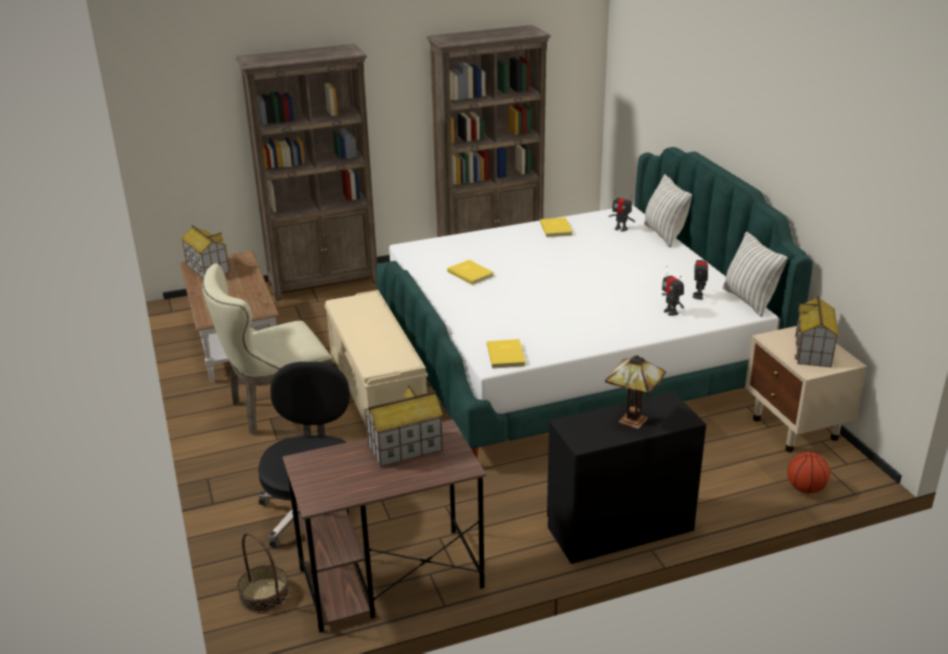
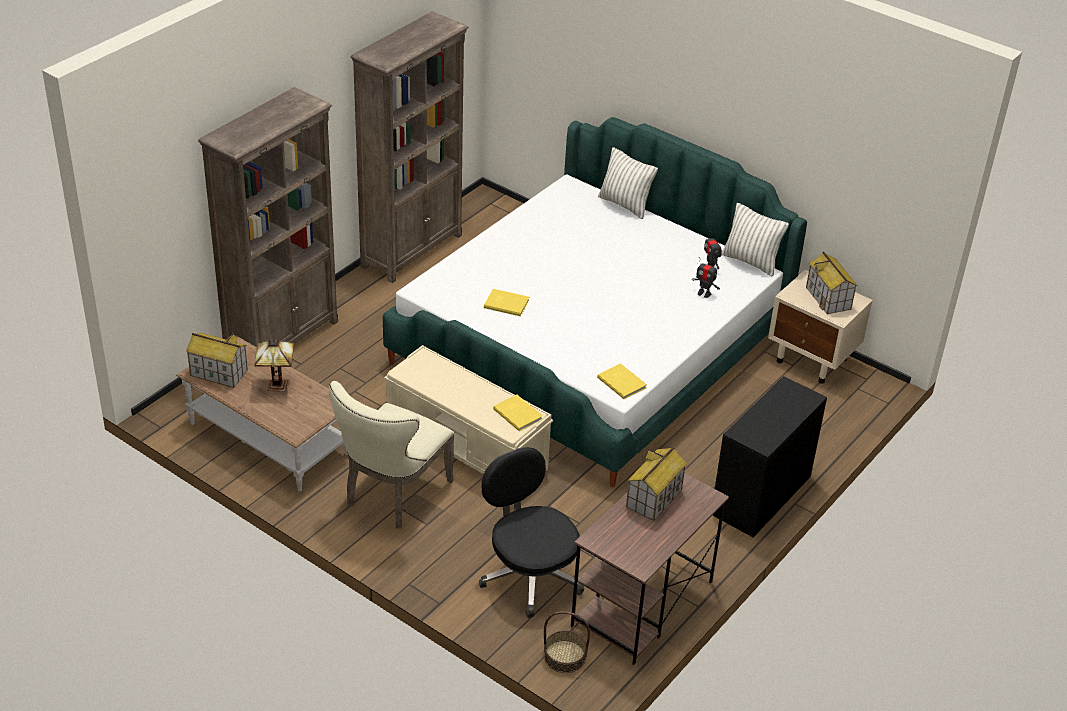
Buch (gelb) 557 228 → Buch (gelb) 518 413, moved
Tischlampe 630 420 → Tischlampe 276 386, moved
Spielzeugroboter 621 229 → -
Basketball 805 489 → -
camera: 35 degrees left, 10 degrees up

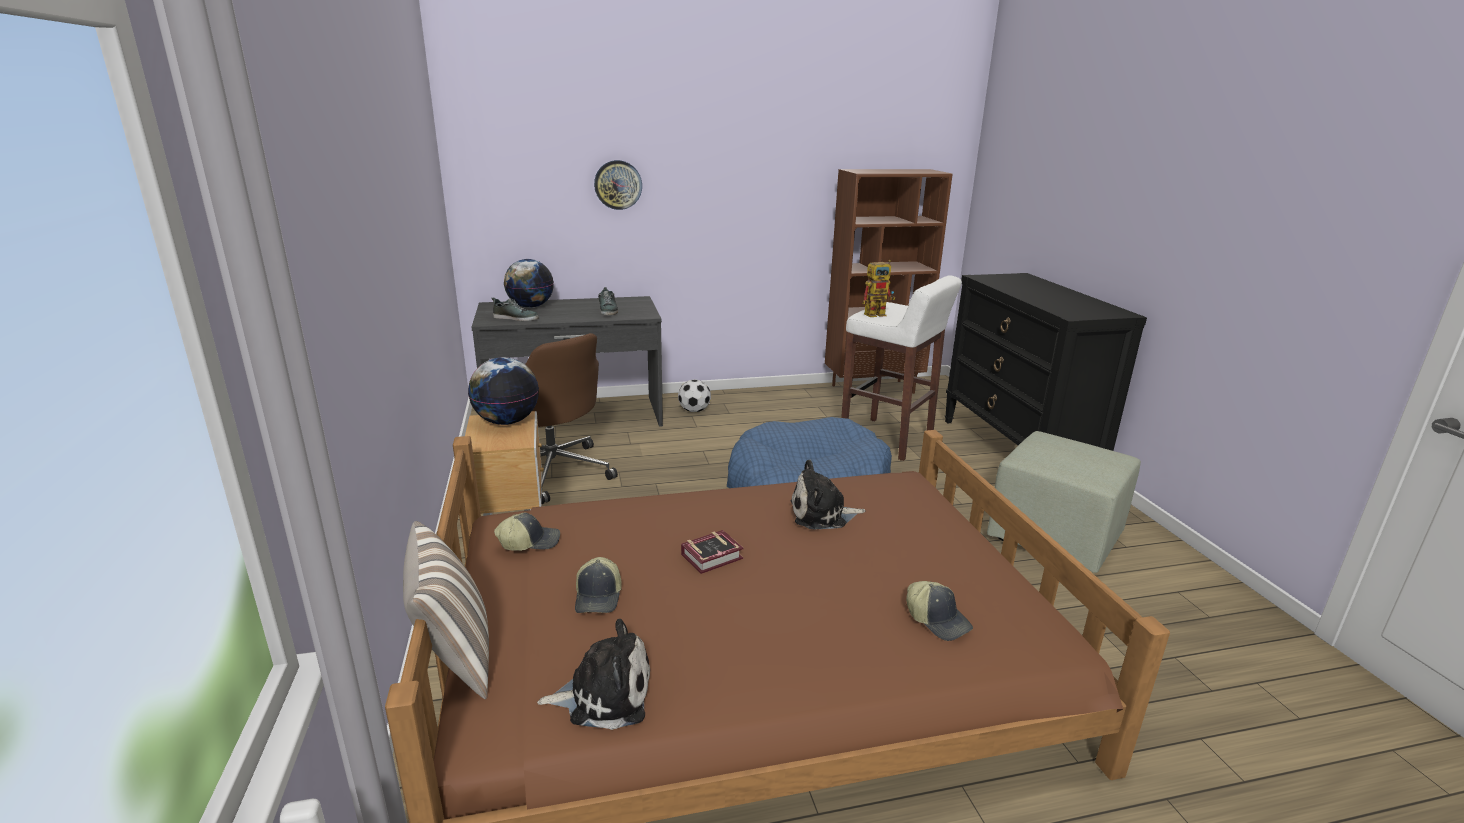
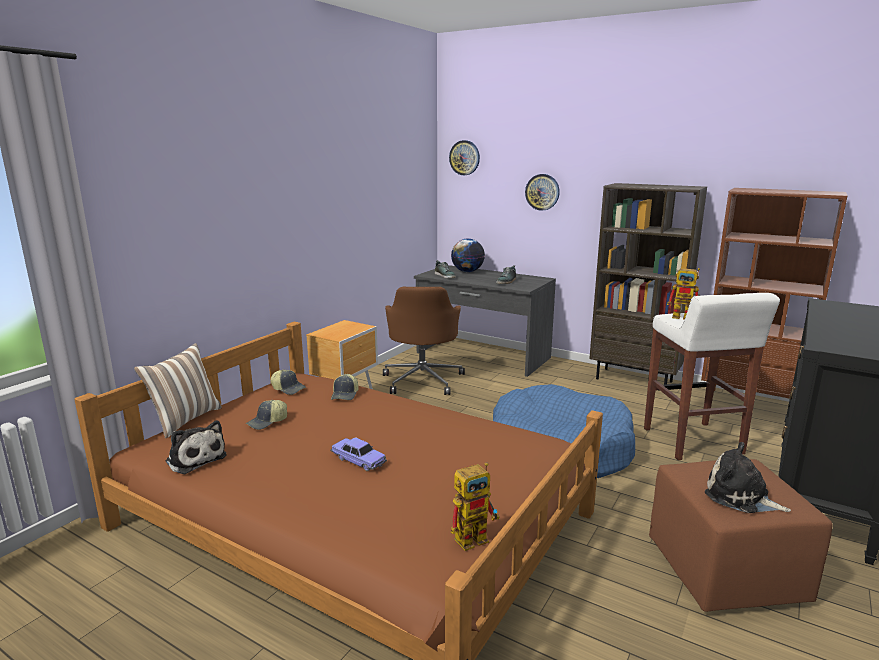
Globus 507 421 → -
Fußball 694 410 → -
Buch 714 556 → -
Plüschtier 822 514 → Plüschtier 740 497, moved
Kappe 937 620 → Kappe 345 395, moved
Polsterhocker (grün) 1056 537 → Polsterhocker (braun) 726 573
- → Spielzeugauto 358 460
- → Wanduhr 464 157
- → Spielzeugroboter 476 536
- → Bücherregal (braun) 634 380
camera: 45 degrees right, 5 degrees down

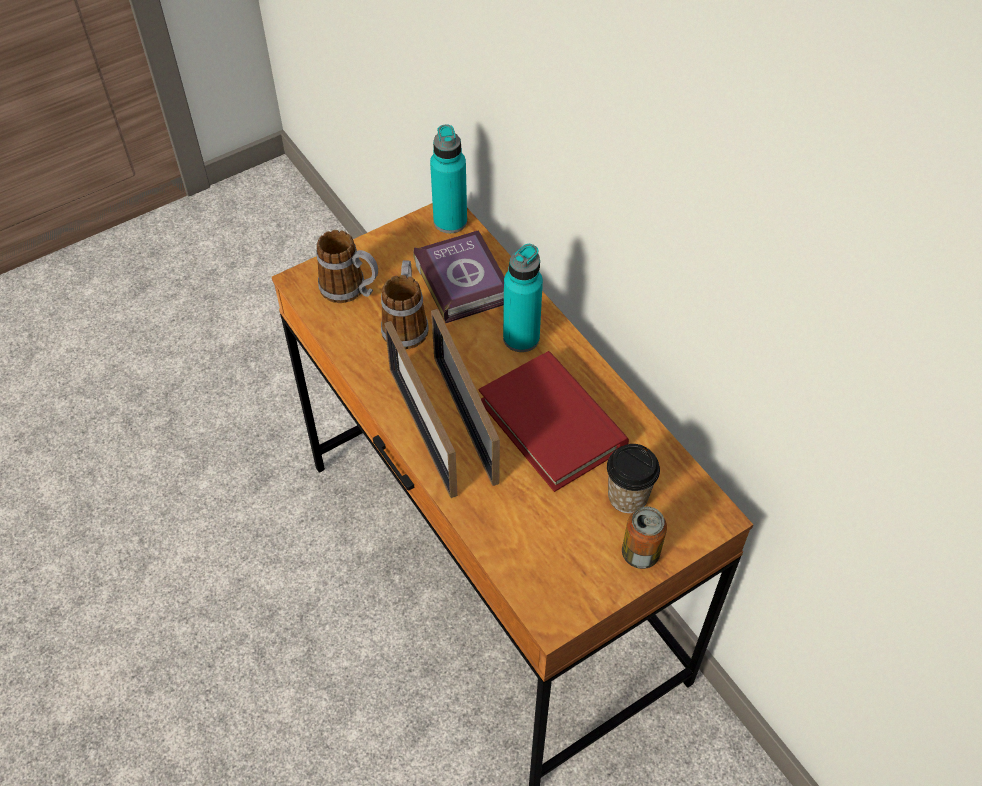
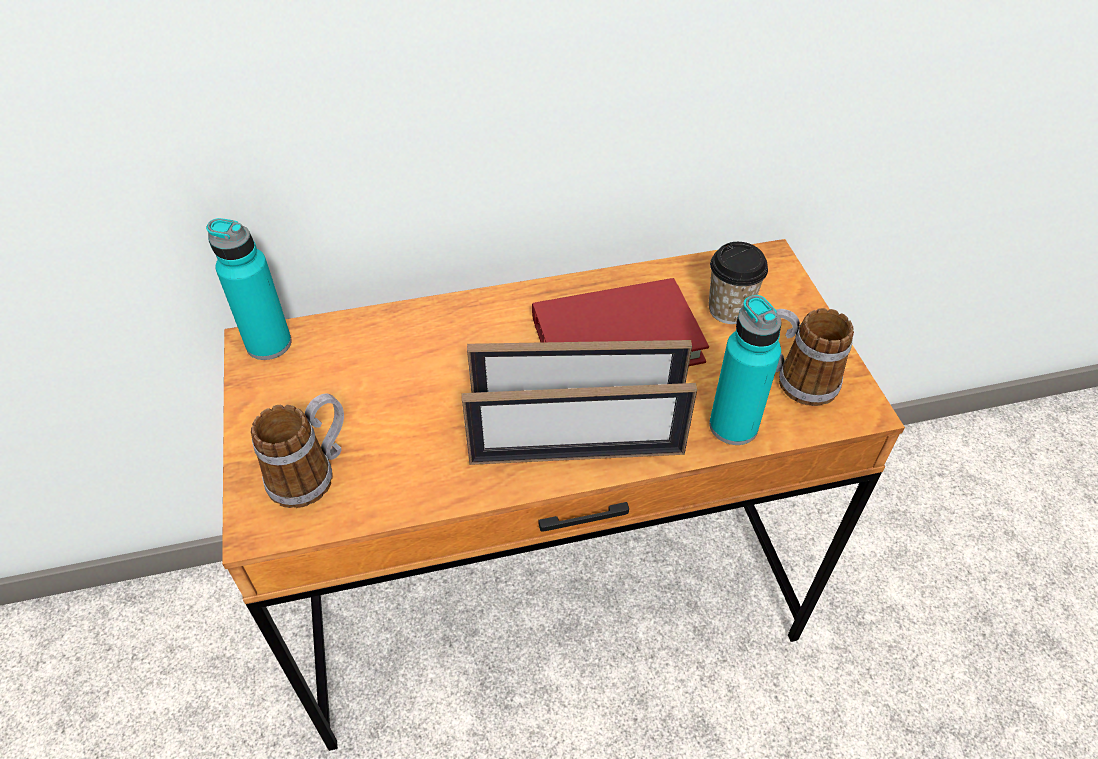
Henkelbecher 406 324 → Henkelbecher 795 380, moved
Buch 463 280 → -
Flasche (türkis) 521 338 → Flasche (türkis) 733 426, moved
Dose 640 553 → -
camera: 70 degrees left, 5 degrees down

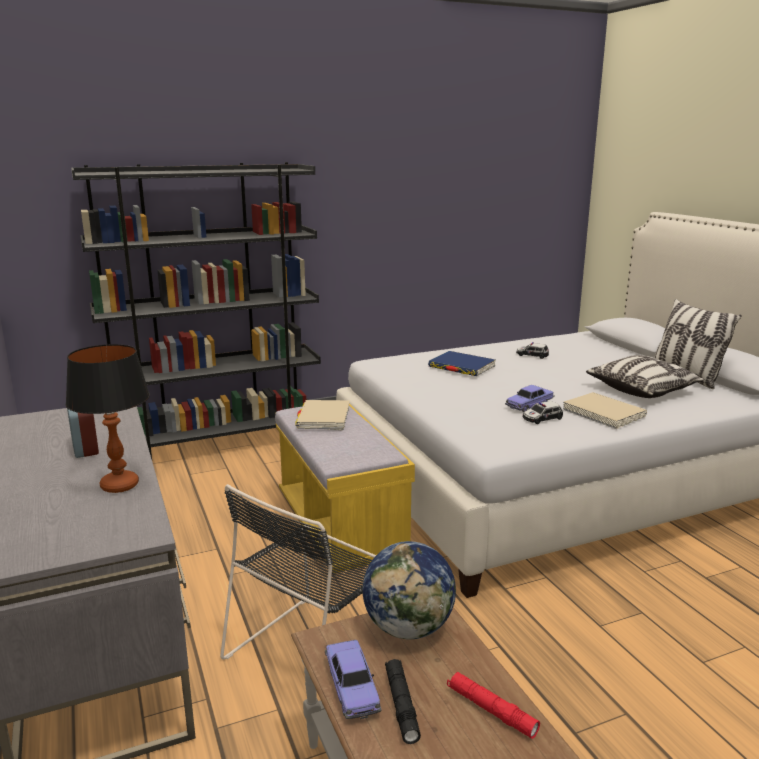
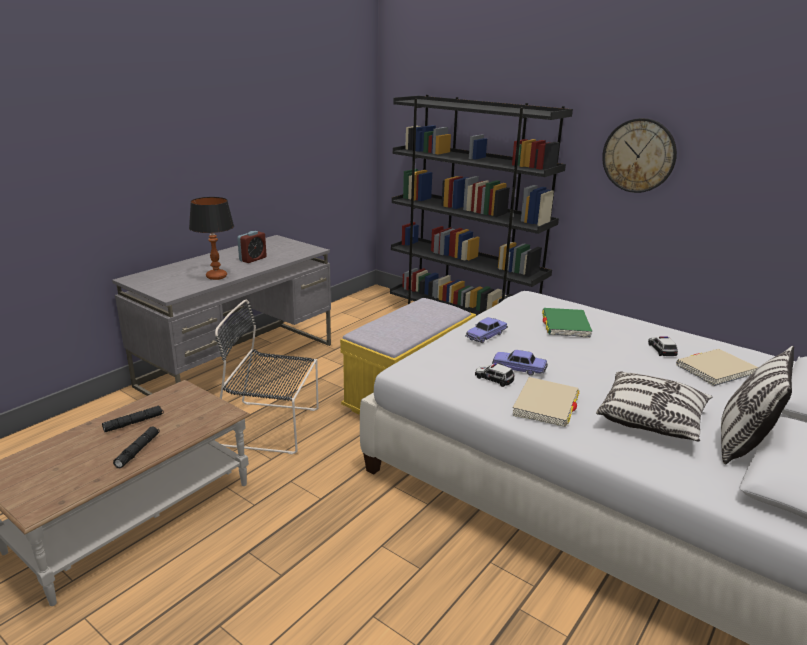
Buch (beige) 323 418 → Buch (beige) 715 370, moved
Spielzeugauto 352 687 → Spielzeugauto 486 335, moved
Globus 409 628 → -
Buch (blau) 461 367 → Buch (grün) 565 325
Taschenlampe (rot) 491 710 → Taschenlampe (schwarz) 138 450
- → Wanduhr 639 155
camera: 60 degrees right, 5 degrees up

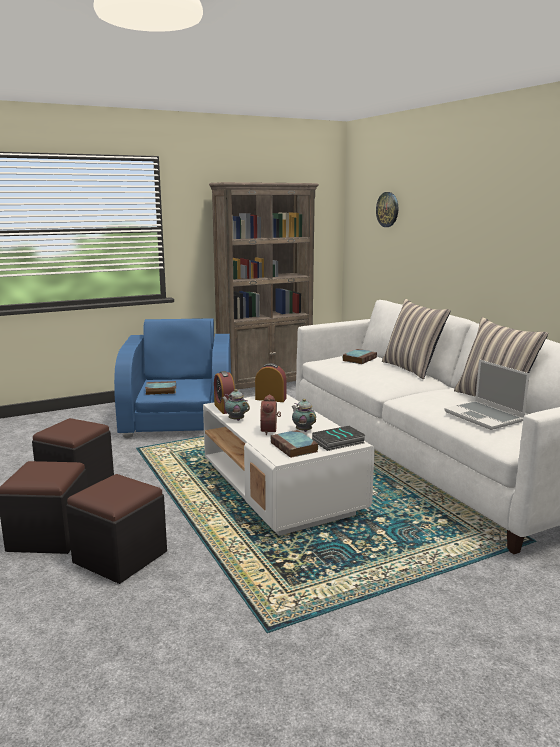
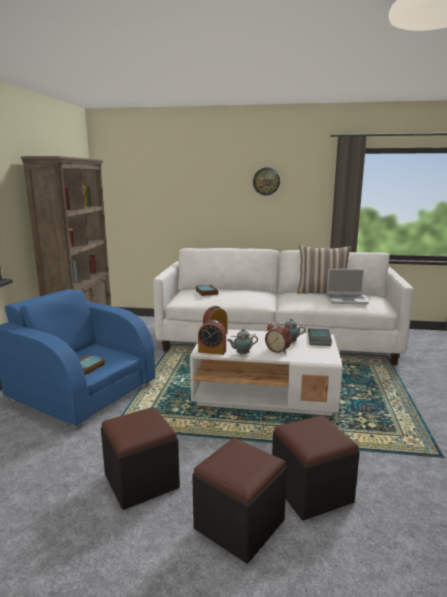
Buch 295 447 → -
Wanduhr 387 209 → Wanduhr 266 181, moved
Kissen 412 369 → -
camera: 55 degrees left, 0 degrees up

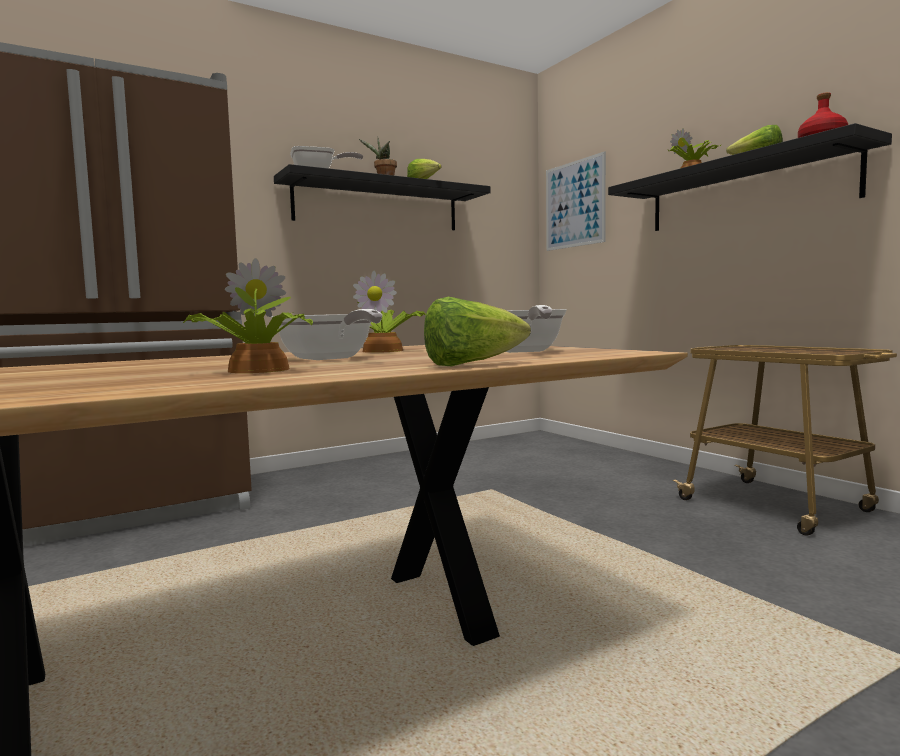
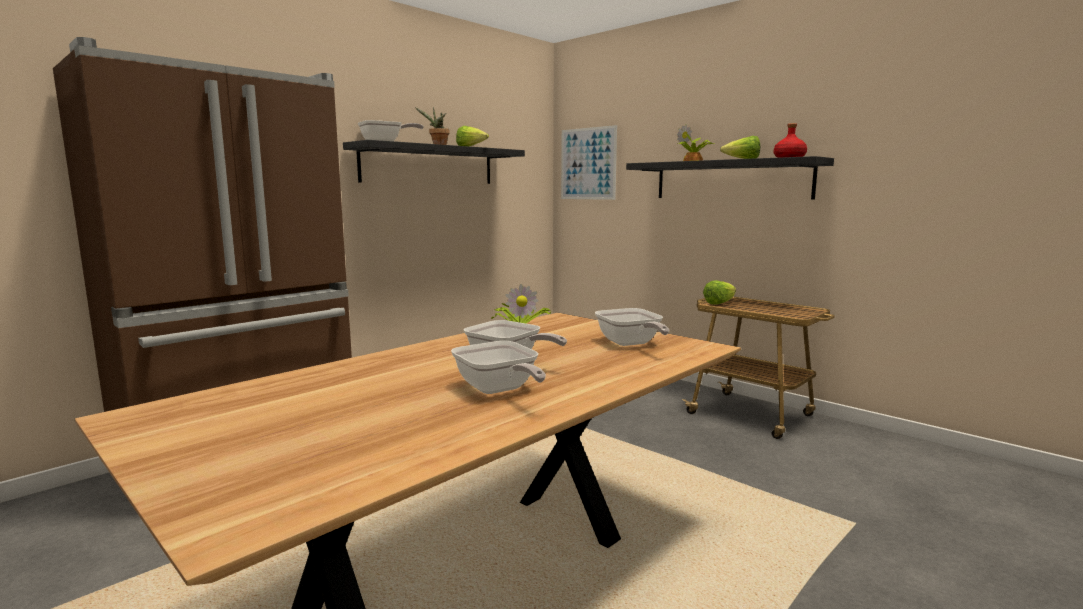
Topfpflanze 256 370 → Pfanne 498 390
Salatkopf 471 365 → Salatkopf 719 303, moved
camera: 15 degrees left, 5 degrees up

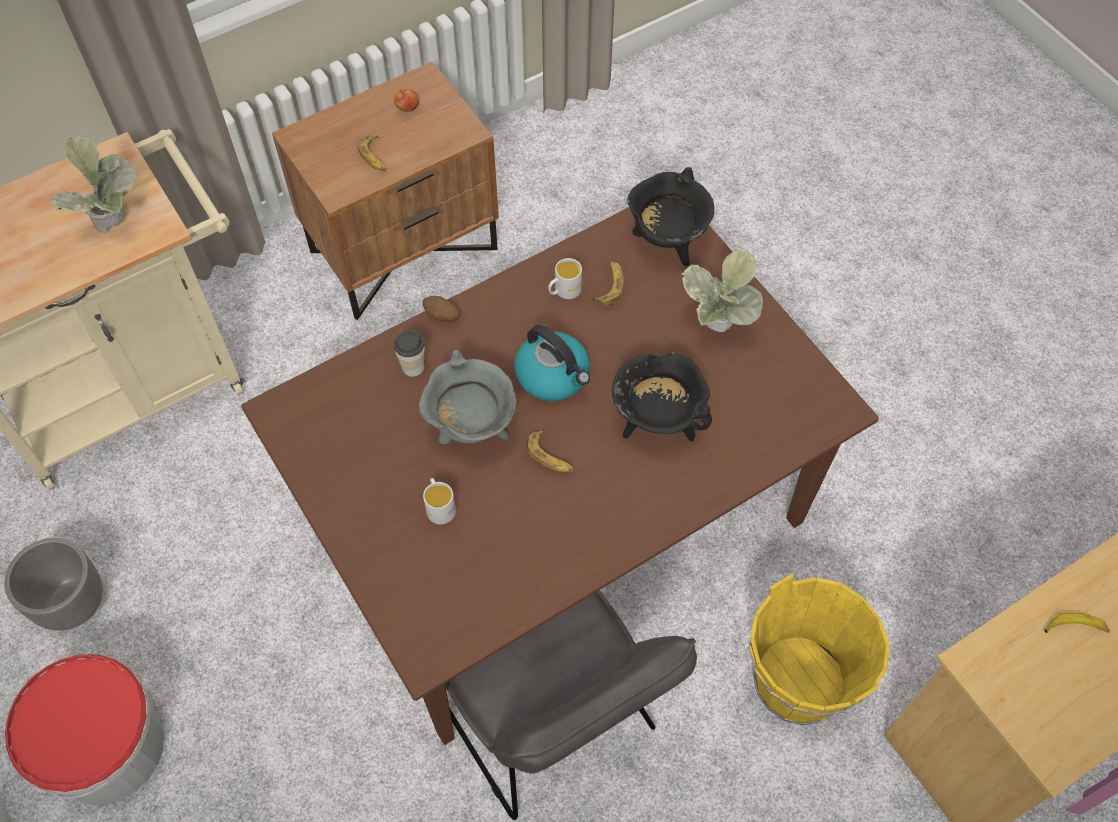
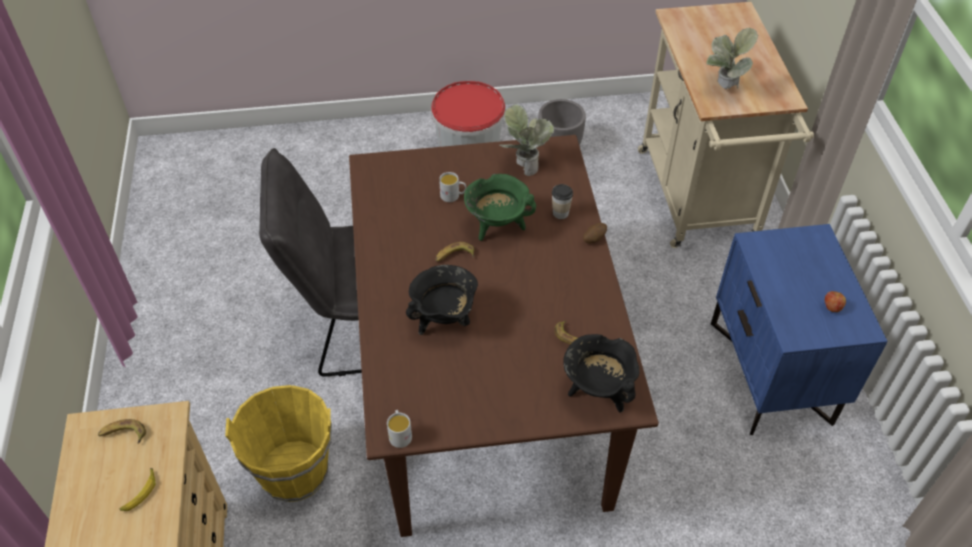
Nachttisch (braun) 403 248 → Nachttisch (blau) 772 372
Banane 374 157 → Banane 123 434, moved
Kochtopf (grau) 472 428 → Kochtopf (grün) 497 226
Wasserkessel 553 376 → -
Henkelbecher (weiß) 564 291 → Henkelbecher (weiß) 400 434, moved
Topfpflanze 715 330 → Topfpflanze 523 165, moved
camera: 115 degrees right, 10 degrees down

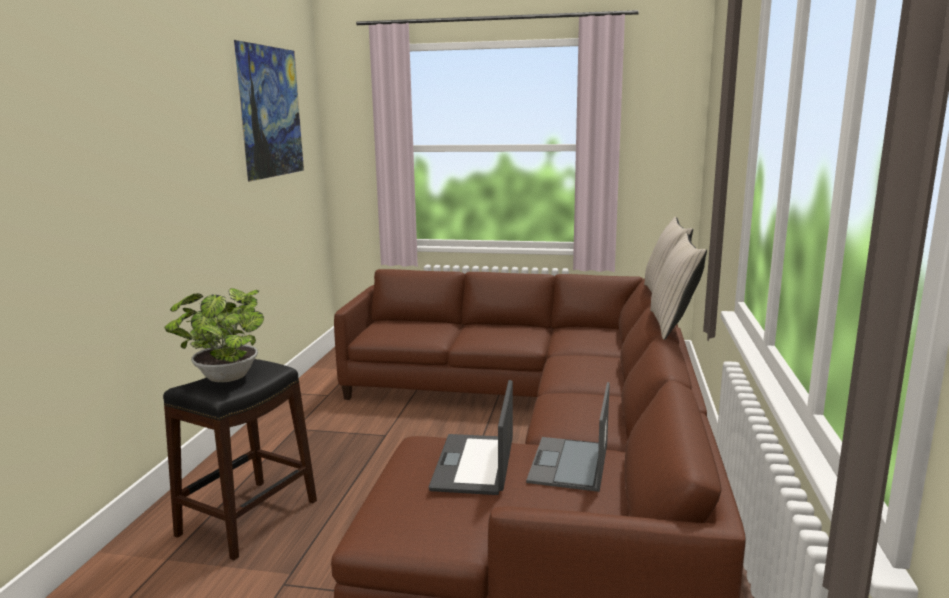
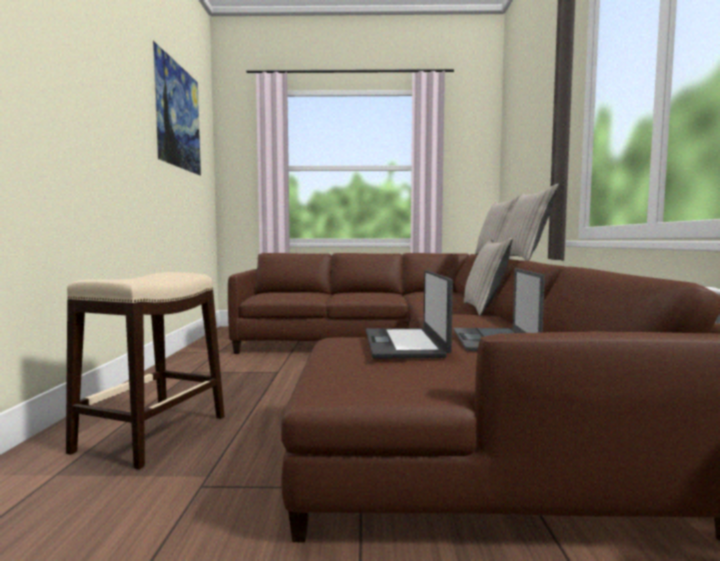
Hocker (schwarz) 249 518 → Hocker (beige) 153 433
Topfpflanze 224 379 → -
- → Kissen (beige) 484 309
camera: 10 degrees left, 10 degrees down

